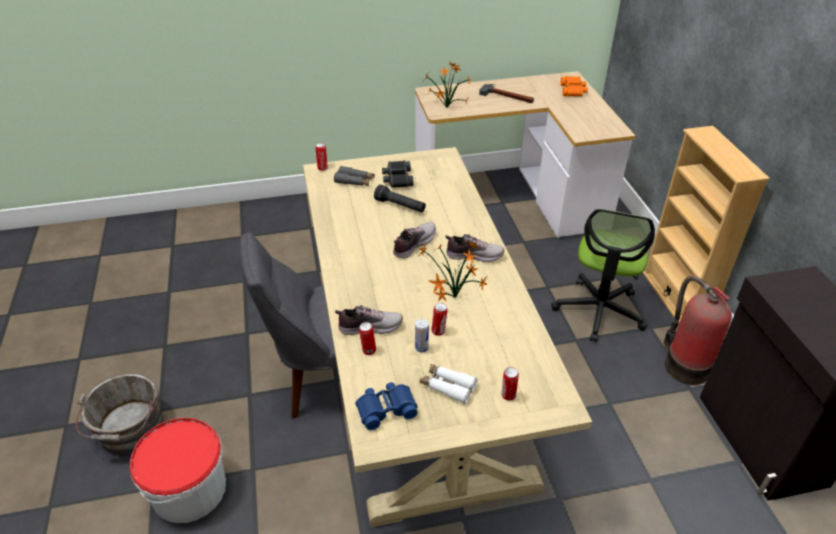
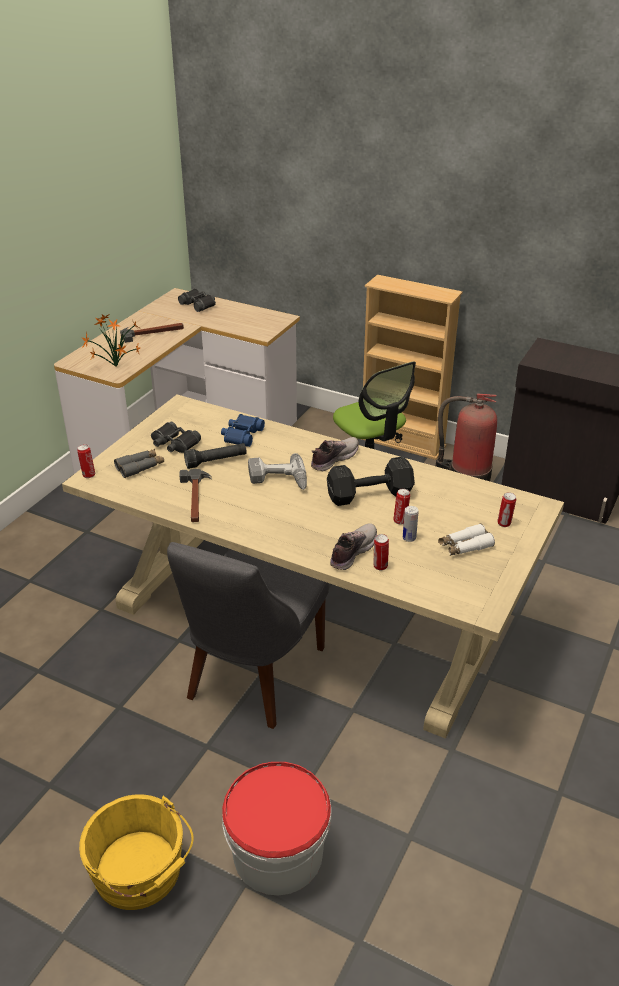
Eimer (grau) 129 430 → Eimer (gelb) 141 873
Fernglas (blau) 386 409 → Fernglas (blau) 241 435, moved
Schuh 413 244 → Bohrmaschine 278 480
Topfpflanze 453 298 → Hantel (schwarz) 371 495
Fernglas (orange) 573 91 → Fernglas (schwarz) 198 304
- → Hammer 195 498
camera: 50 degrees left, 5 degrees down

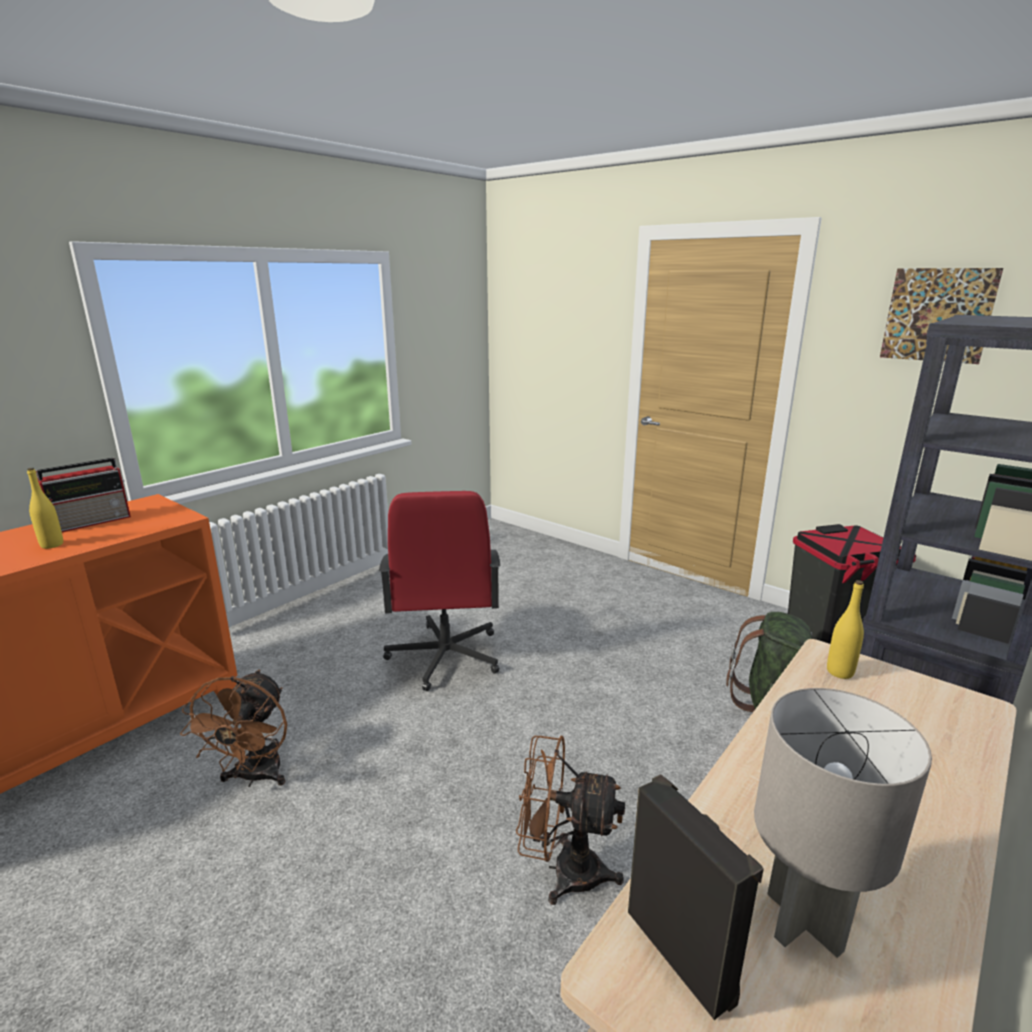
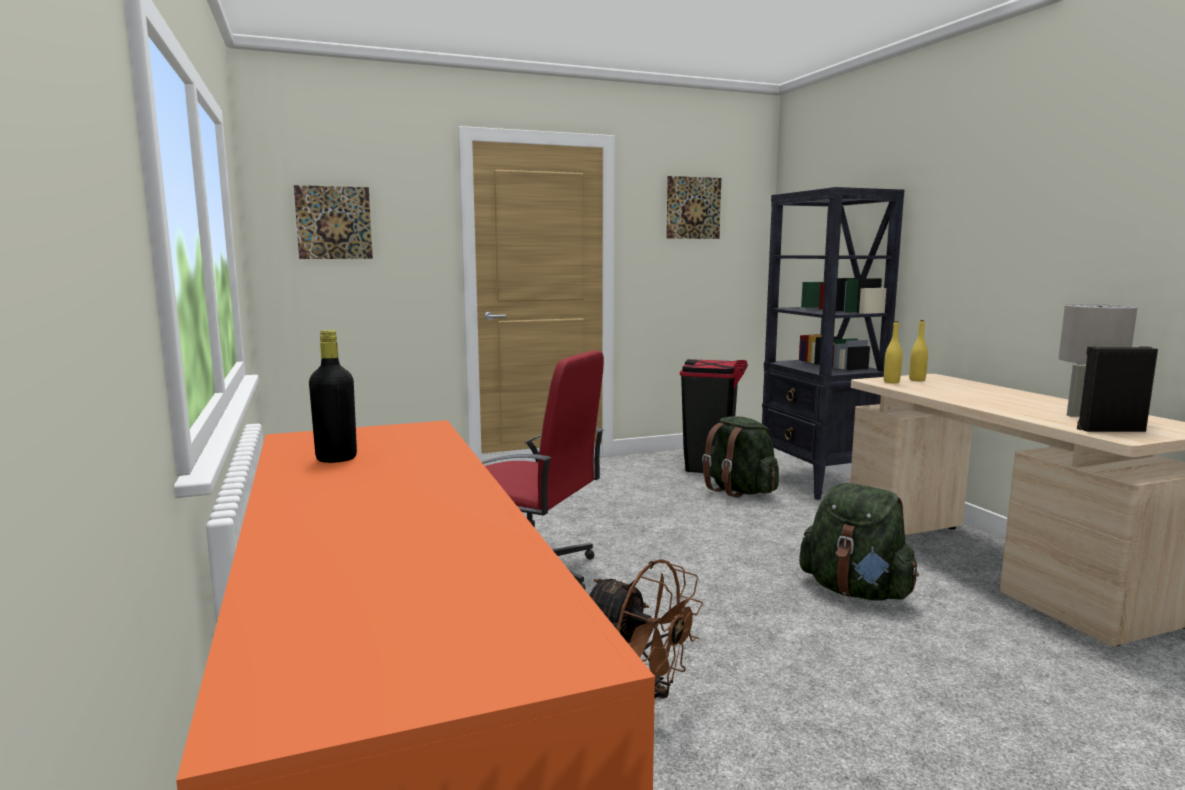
Flasche (gelb) 52 545 → Flasche (gelb) 917 380, moved
Radio 93 521 → Flasche (schwarz) 336 459
Ventilator (braun) 563 870 → Rucksack (grün) 856 591
- → Bild 334 222
camera: 60 degrees left, 10 degrees down

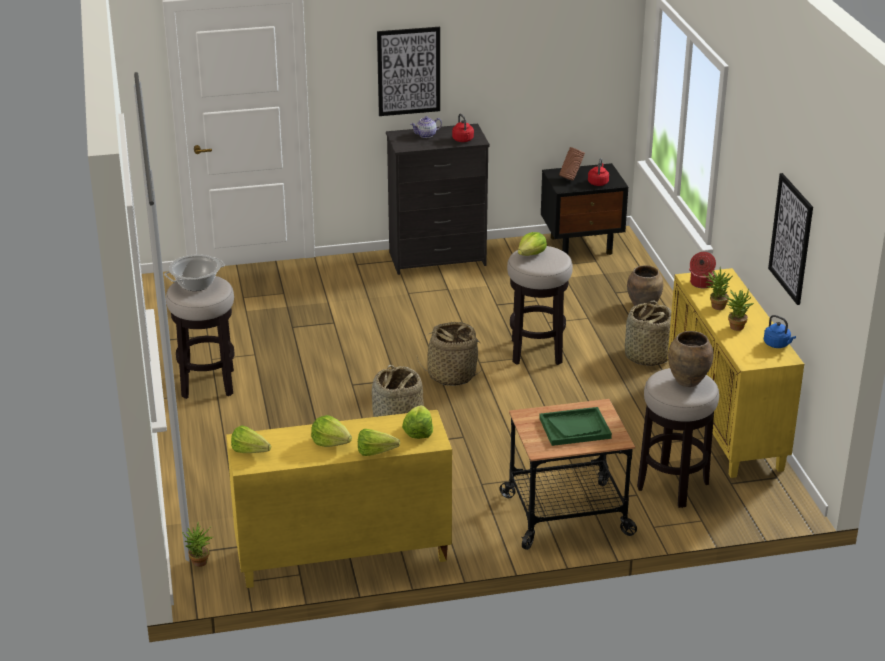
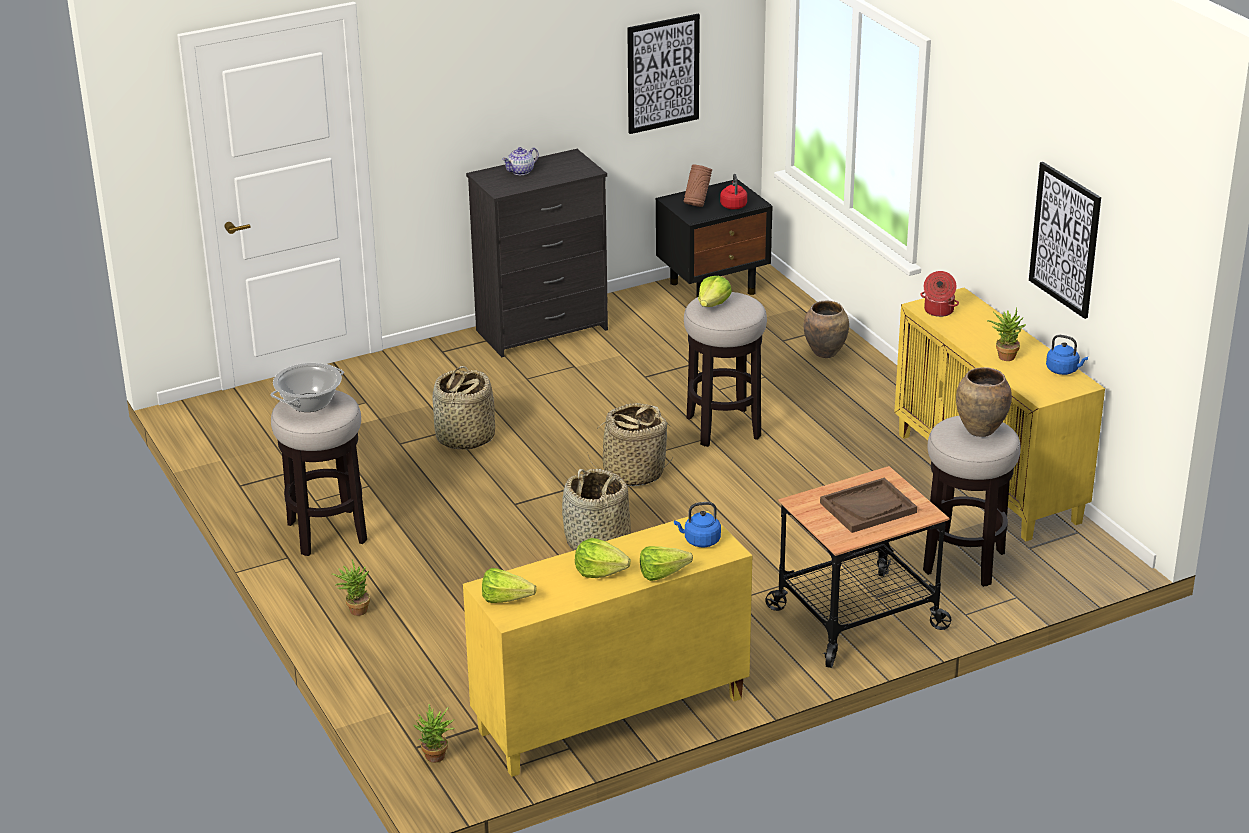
Bild 408 71 → Bild 663 73, moved
Salatkopf 418 432 → Wasserkessel (blau) 700 541
Wasserkessel (rot) 463 140 → -
Tablett (grün) 575 428 → Tablett (braun) 868 507
Korb 647 356 → Korb 464 438, moved
Topfpflanze 715 306 → Topfpflanze 355 610, moved
camera: 15 degrees left, 0 degrees up

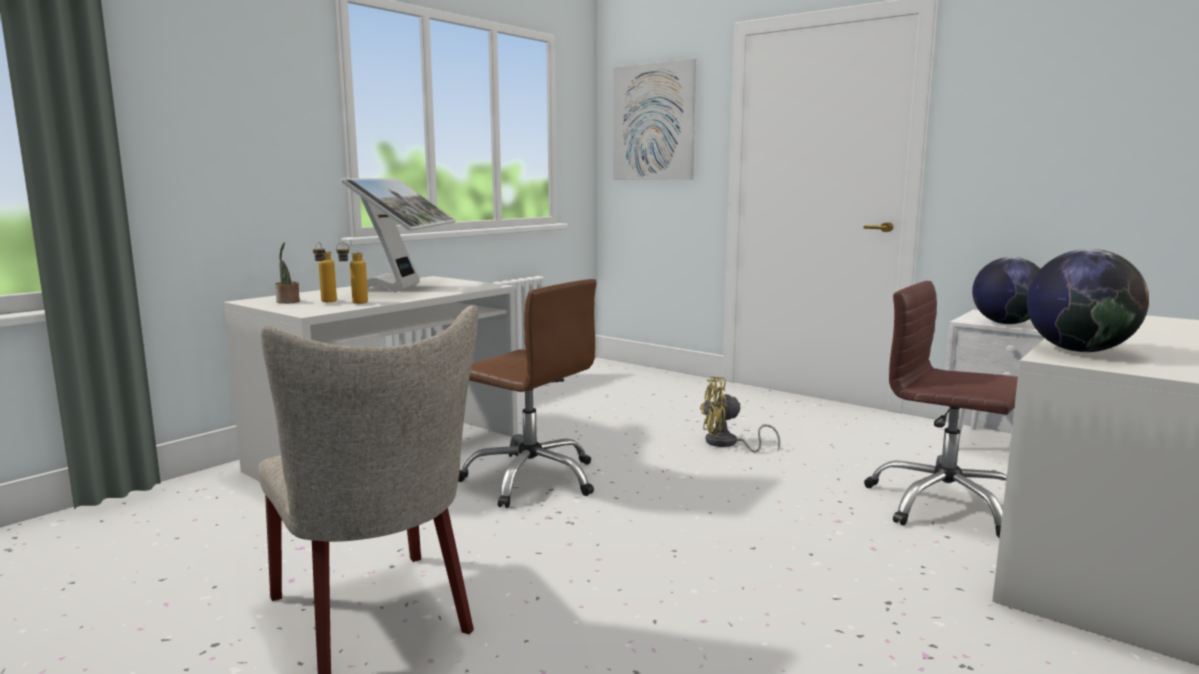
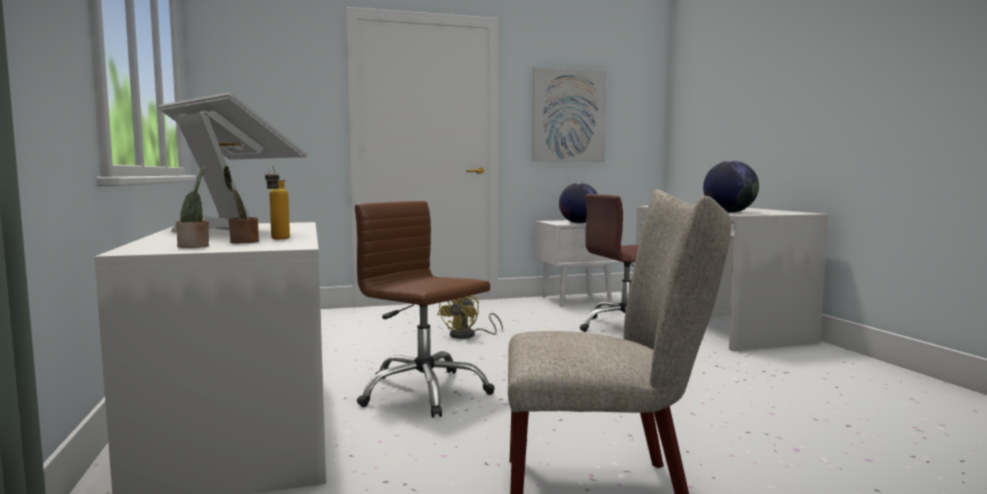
Flasche 326 302 → Topfpflanze 242 242
Bürostuhl (braun) 531 479 → Bürostuhl (braun) 423 392, 120 degrees counterclockwise
Bild 653 122 → Bild 569 116, moved
camera: 55 degrees left, 5 degrees down

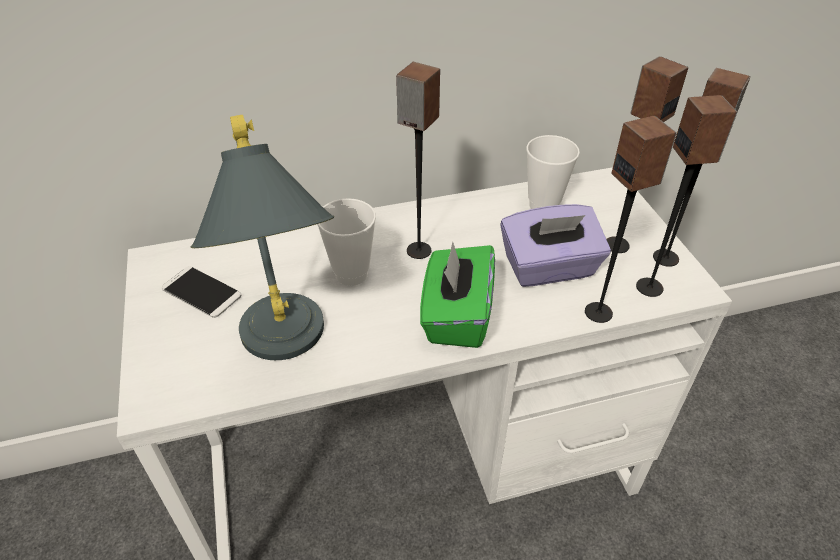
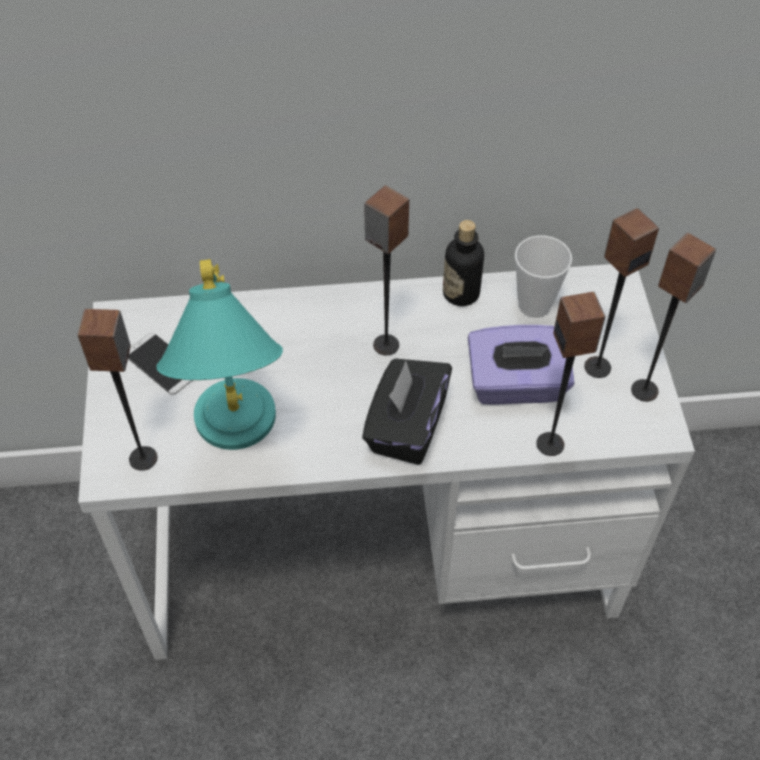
Tischlampe (grau) 287 352 → Tischlampe (türkis) 237 441
Tasse 351 274 → -
Taschentuchbox (grün) 456 316 → Taschentuchbox (schwarz) 406 427
Lautsprecher 650 287 → Lautsprecher 144 458, moved
- → Flasche 461 293
camera: 10 degrees right, 10 degrees up

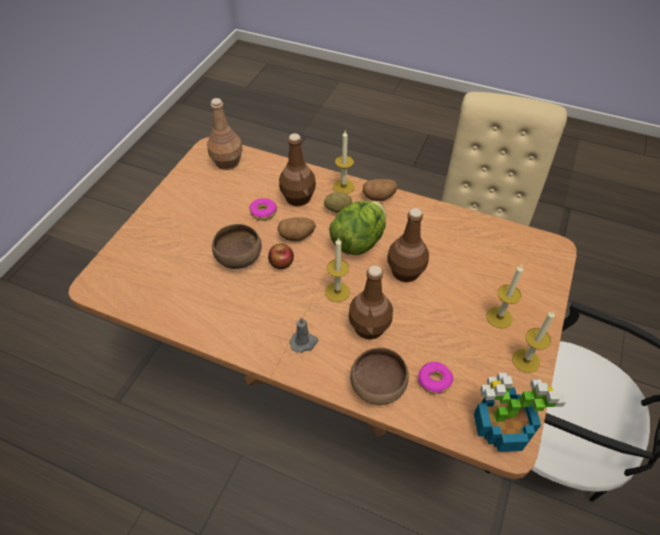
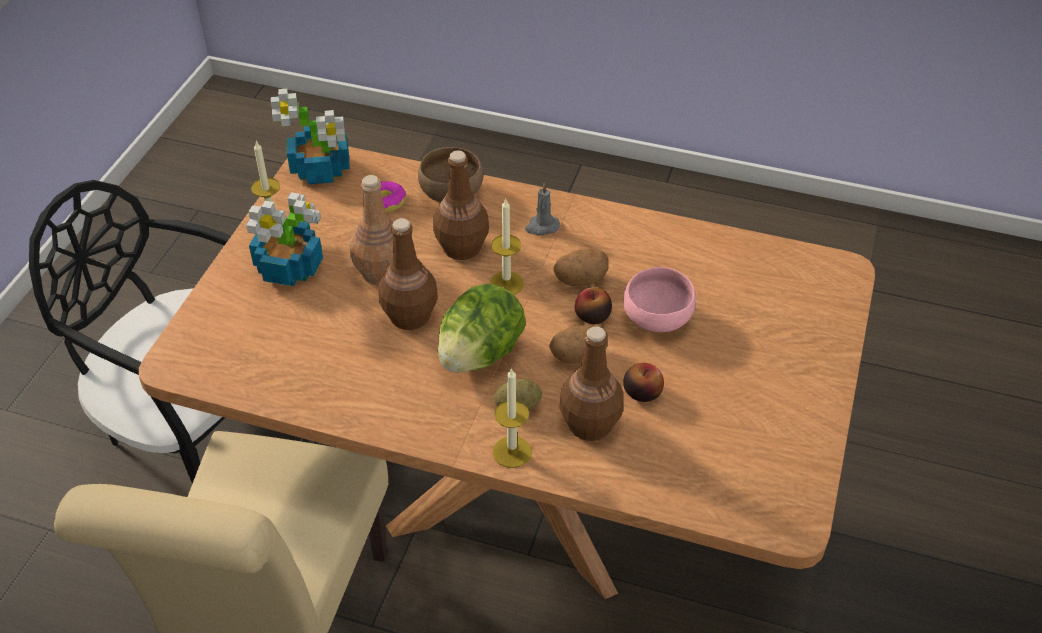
Flasche (braun) 227 162 → Flasche (braun) 381 272, moved
Schüssel (braun) 239 257 → Schüssel (rosa) 657 319
Donut 263 212 → Apfel 642 392
Kartoffel 379 197 → Kartoffel 580 280, moved
Kerze 499 317 → Topfpflanze 290 267
camera: 175 degrees right, 5 degrees down

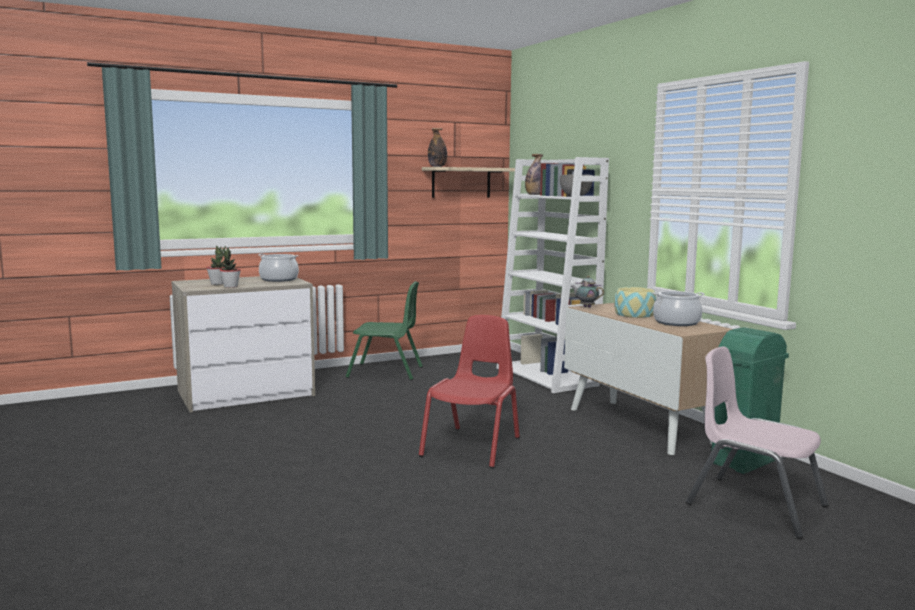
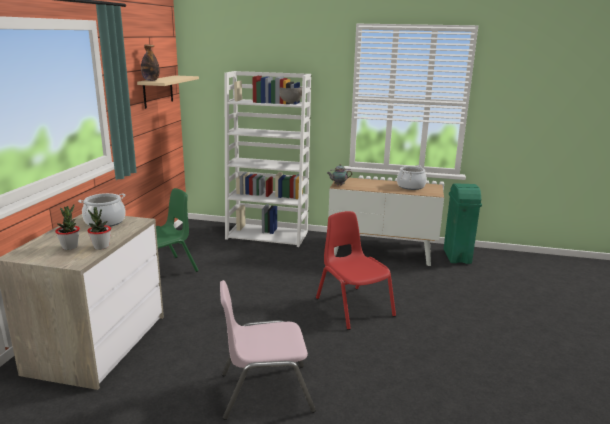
Flasche 534 194 → -
Schüssel 635 314 → -
Stuhl (rosa) 755 505 → Stuhl (rosa) 265 391, moved
camera: 50 degrees left, 10 degrees up

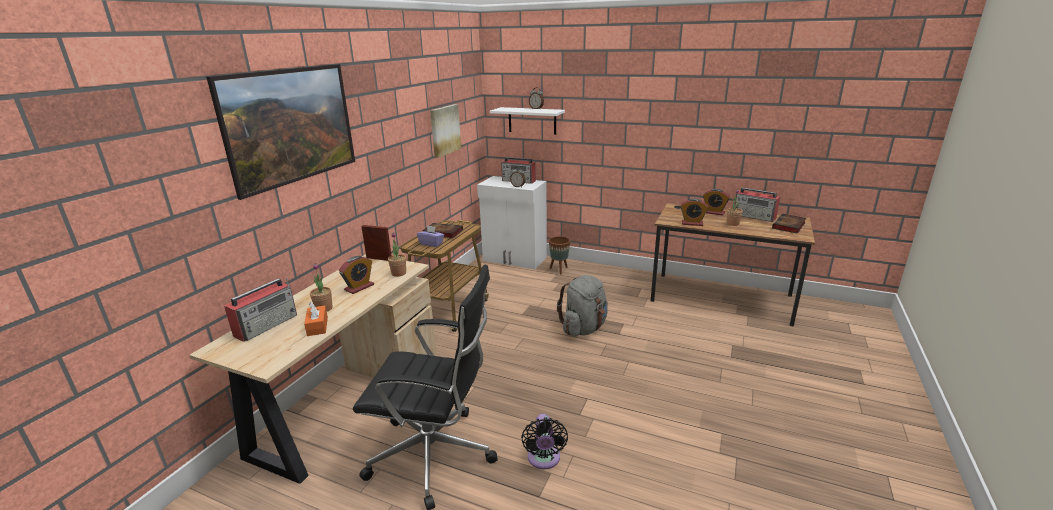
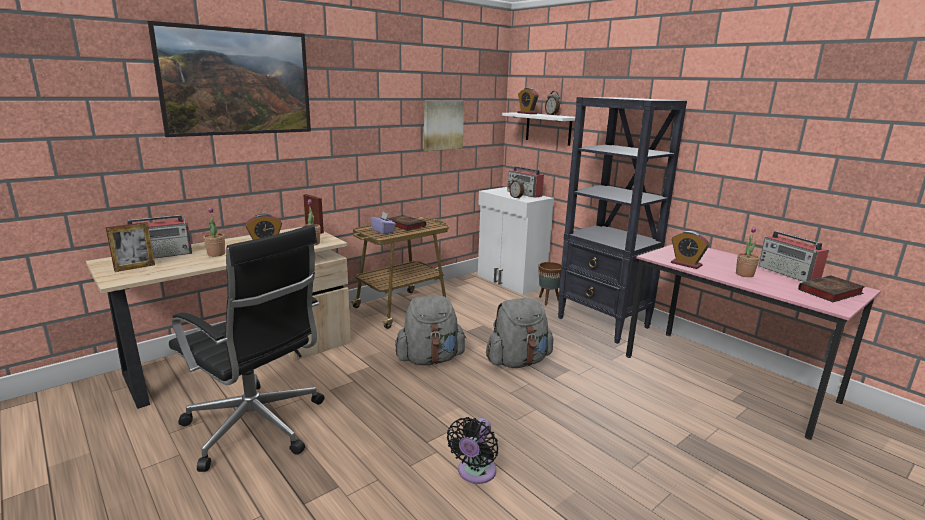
Taschentuchbox (orange) 317 326 → -
Ventilator (schwarz) 544 459 → Ventilator (schwarz) 475 473, moved
Schreibtisch (braun) 721 298 → Schreibtisch (rosa) 726 378
Wecker 714 212 → Wecker 527 113, moved
- → Bilderrahmen 135 267
- → Rucksack (grau) 430 359
- → Bücherregal (schwarz) 603 323
camera: 25 degrees right, 5 degrees down

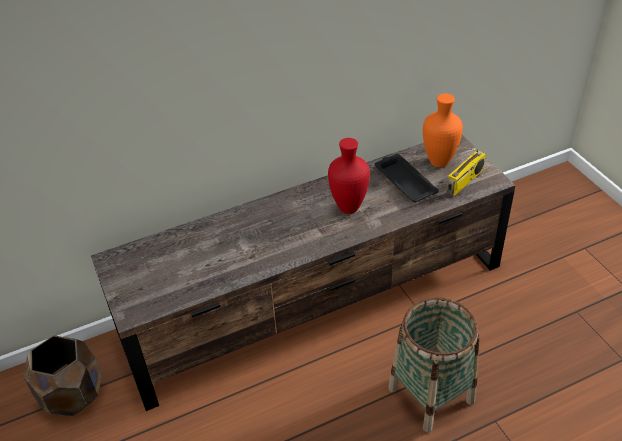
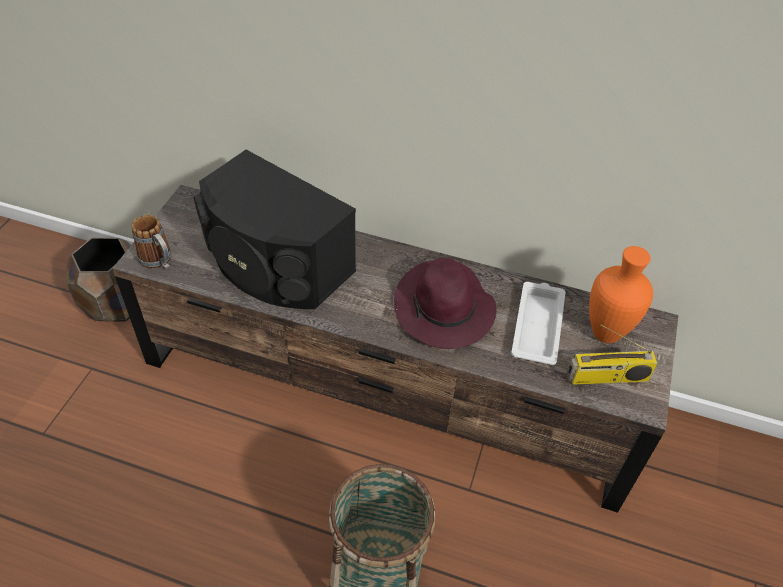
Vase (rot) 350 207 → Hut (lila) 444 310
Tablett (schwarz) 404 181 → Tablett (weiß) 537 325
- → Henkelbecher 159 262
- → Lautsprecher (schwarz) 275 265
camera: 40 degrees right, 5 degrees up

